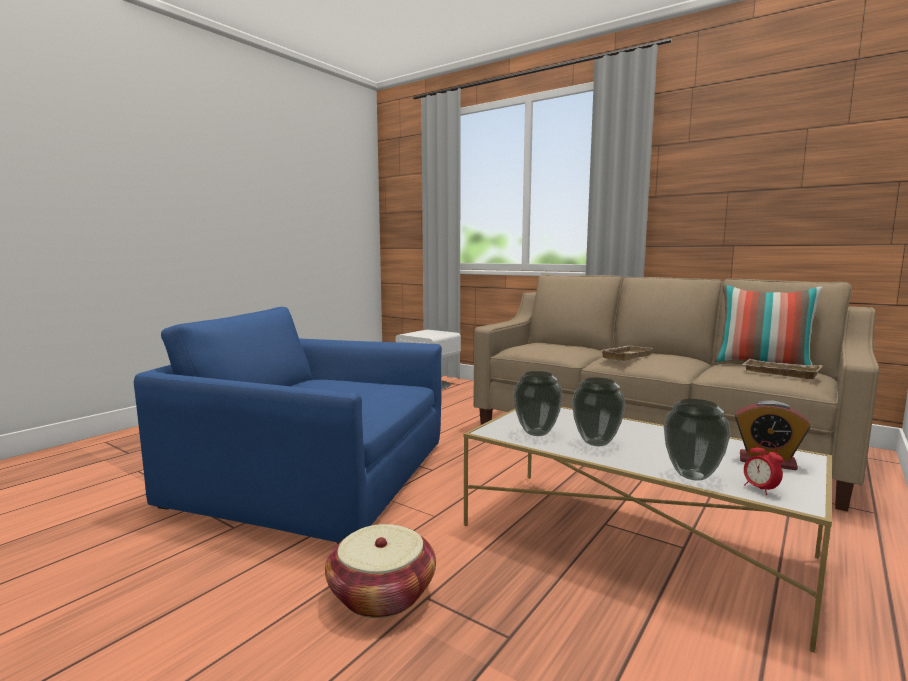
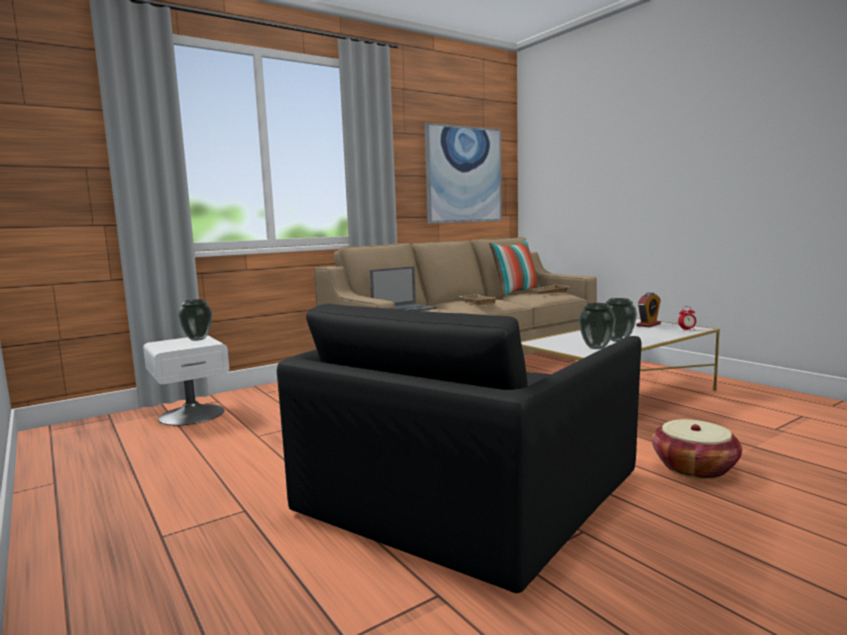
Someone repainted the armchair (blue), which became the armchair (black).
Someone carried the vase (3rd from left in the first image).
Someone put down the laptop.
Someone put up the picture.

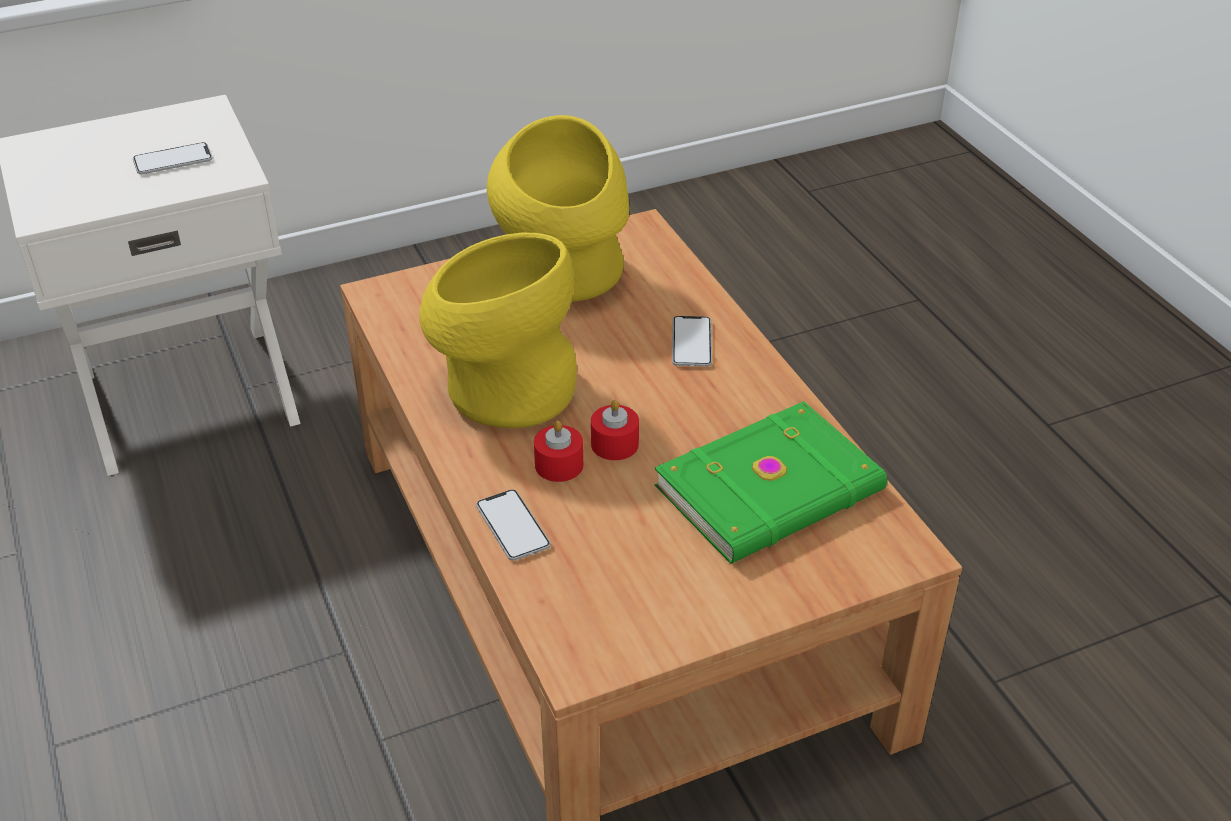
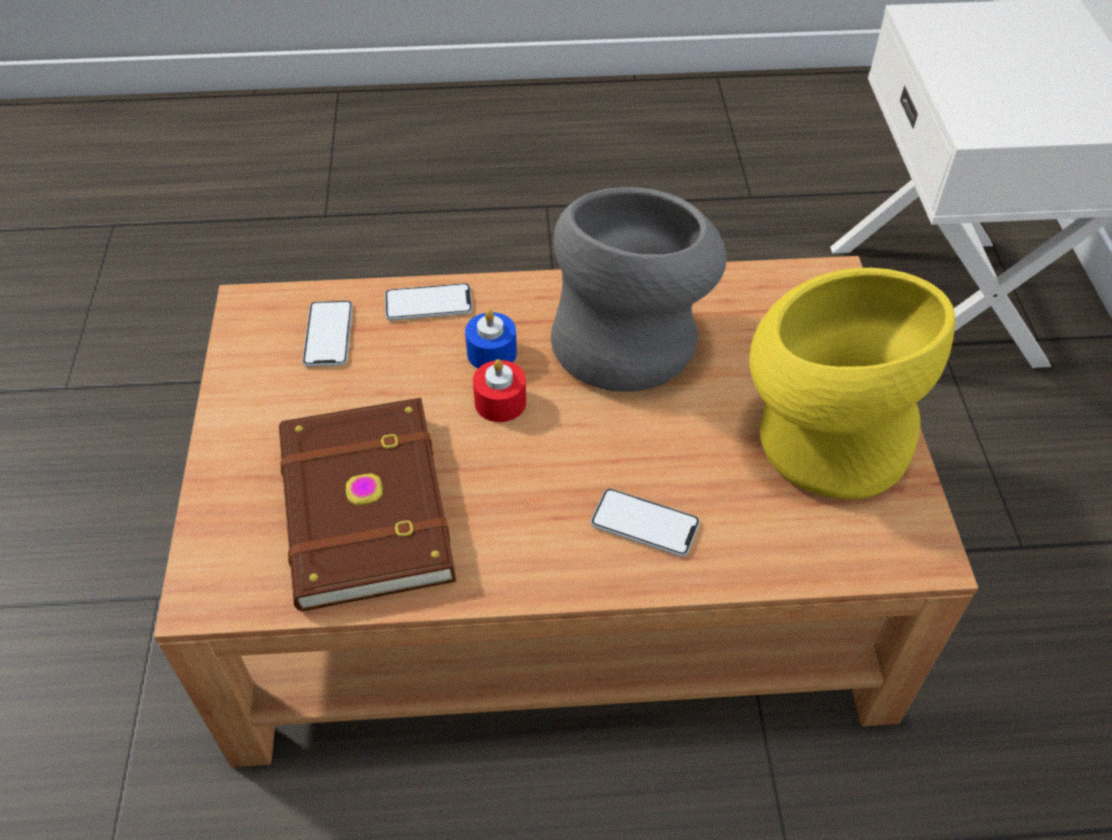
Someone carried the phone (1st from left).
Someone repainted the vase (yellow) (1st from left), which became the vase (grey).
Someone repainted the candle (red) (1st from left), which became the candle (blue).
Someone repainted the book (green), which became the book (brown).

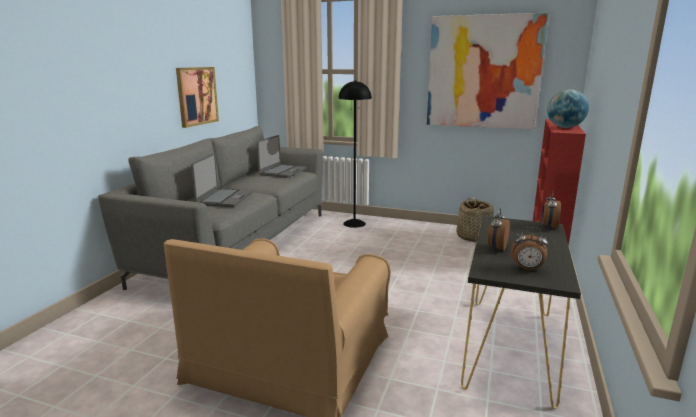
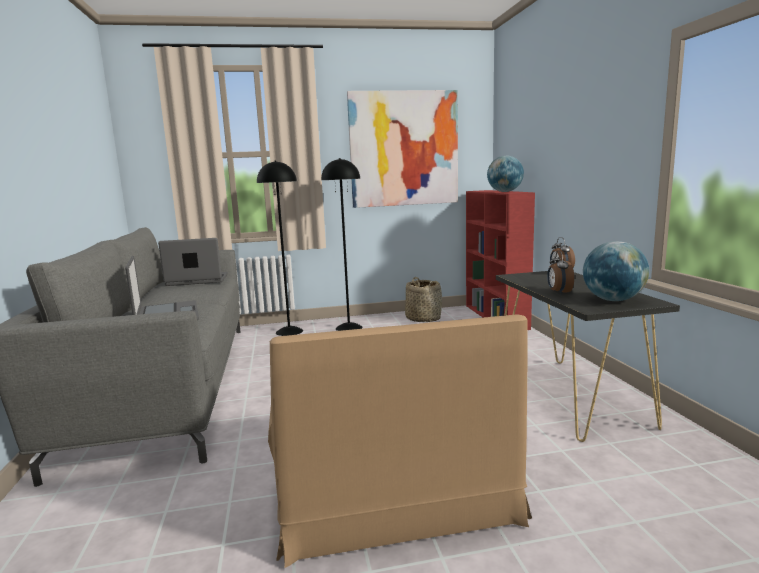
Someone took away the picture (1st from left).
Someone rotated the laptop (2nd from left) by 90 degrees counterclockwise.
Someone swapped the alarm clock (2nd from left) for the globe (2nd from left).
Someone put down the floor lamp (black) (2nd from left).

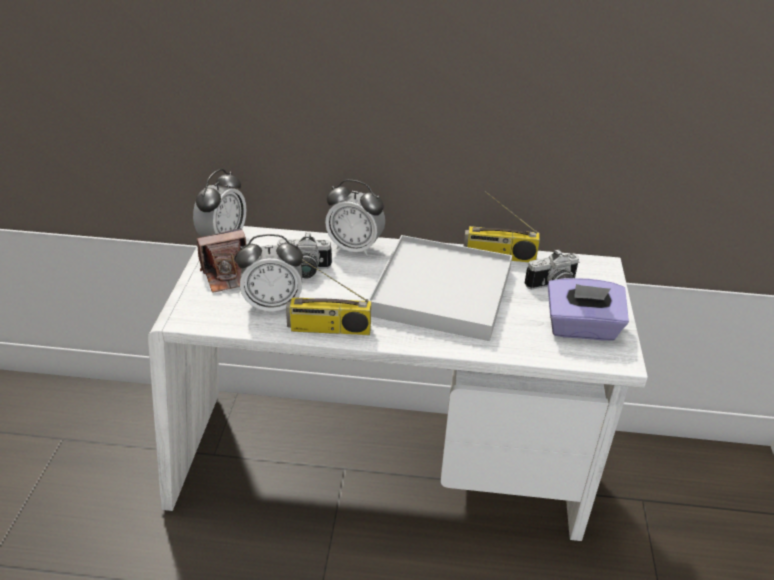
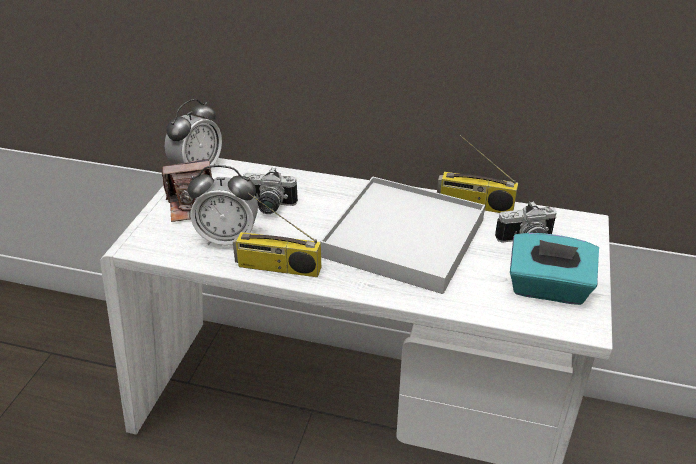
Someone took away the alarm clock (3rd from left).
Someone repainted the tissue box (purple), which became the tissue box (turquoise).

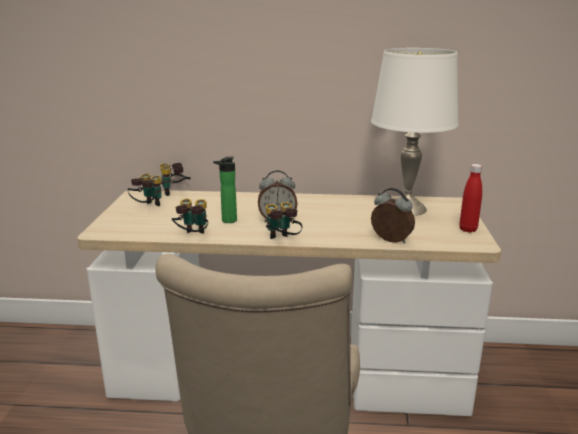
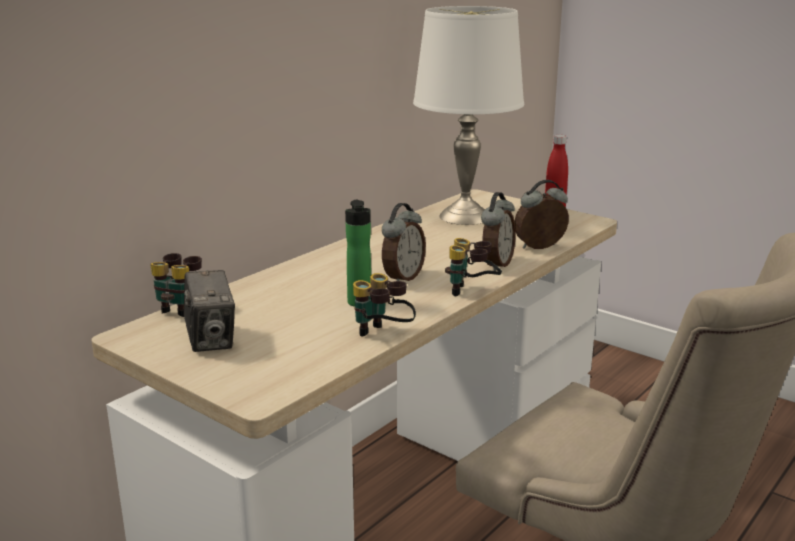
Someone swapped the binoculars (1st from left) for the photo camera.
Someone put down the alarm clock (2nd from left).

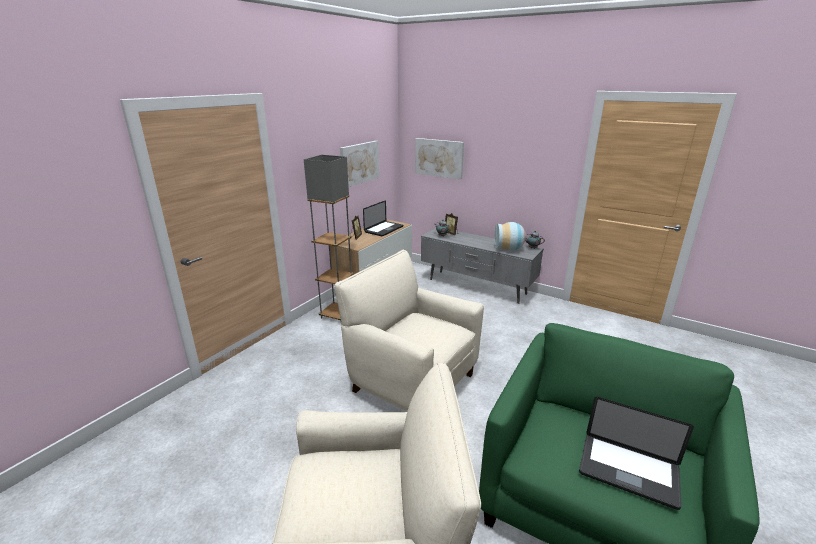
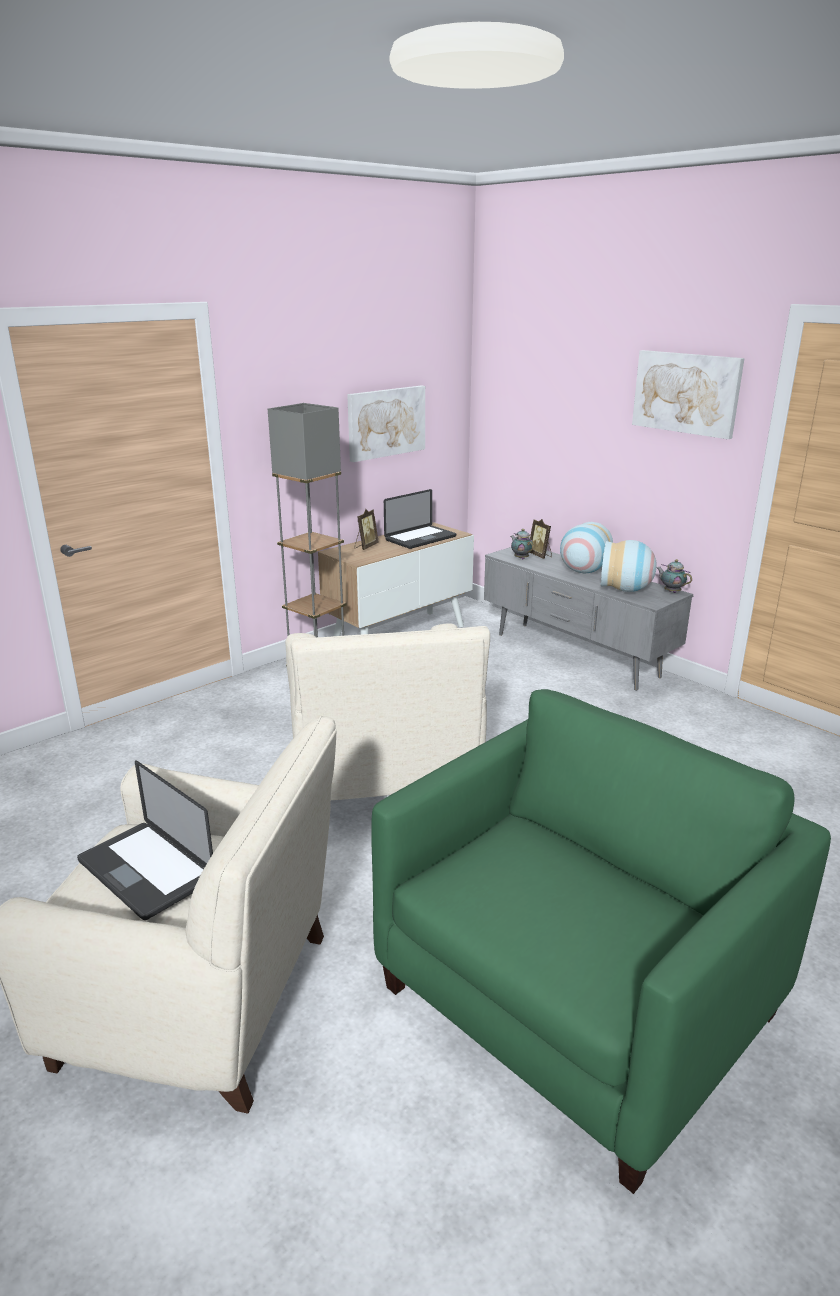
Someone rotated the armchair (beige) (2nd from left) by 150 degrees counterclockwise.
Someone carried the picture (2nd from left).
Someone carried the laptop (2nd from left in the first image).
Someone put down the vase (1st from left).

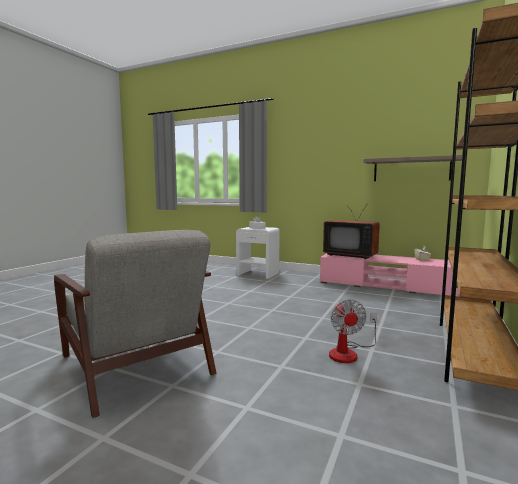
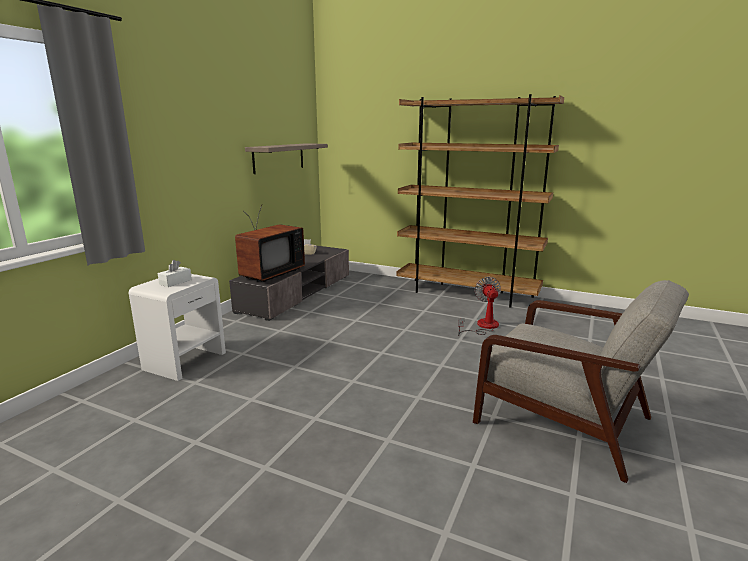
Someone rotated the armchair (grey) by 75 degrees clockwise.
Someone repainted the tv stand (pink), which became the tv stand (grey).
Someone rotated the fan by 90 degrees counterclockwise.

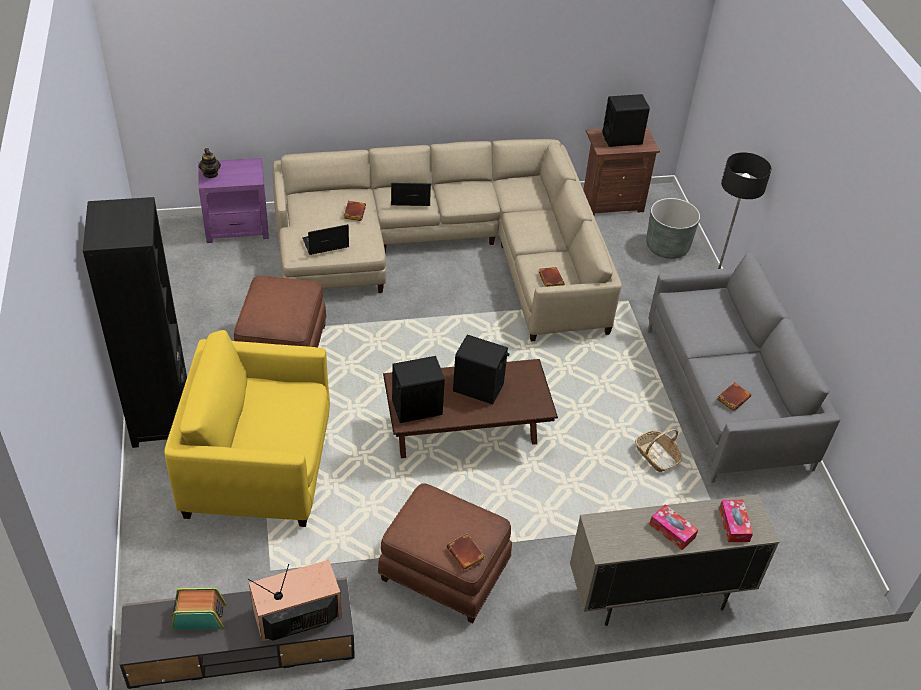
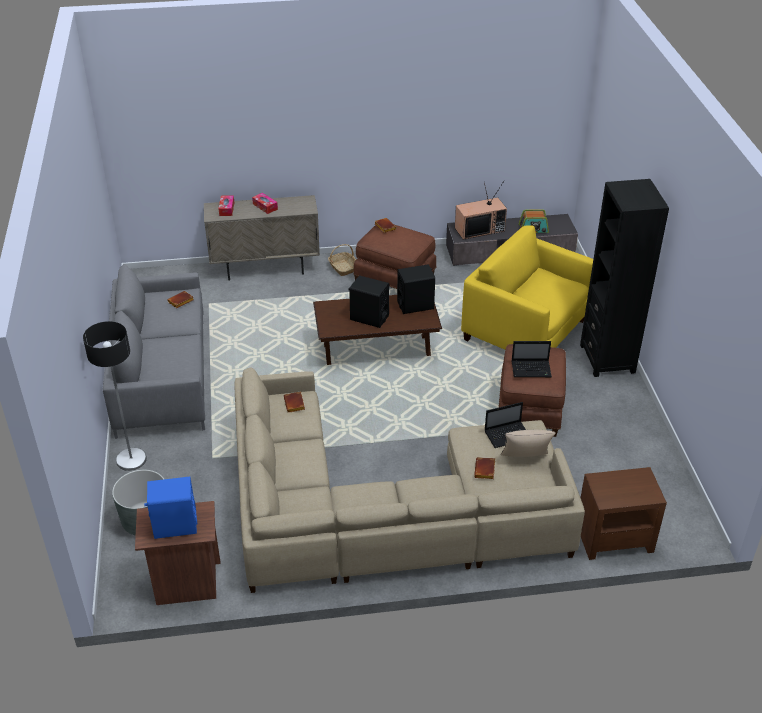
Someone rotated the armchair (yellow) by 150 degrees counterclockwise.
Someone repainted the side table (purple), which became the side table (brown).
Someone took away the teapot.
Someone carried the laptop (2nd from left).
Someone repainted the speaker (black) (3rd from left), which became the speaker (blue).
Someone carried the basket.
Someone put down the pillow (beige).

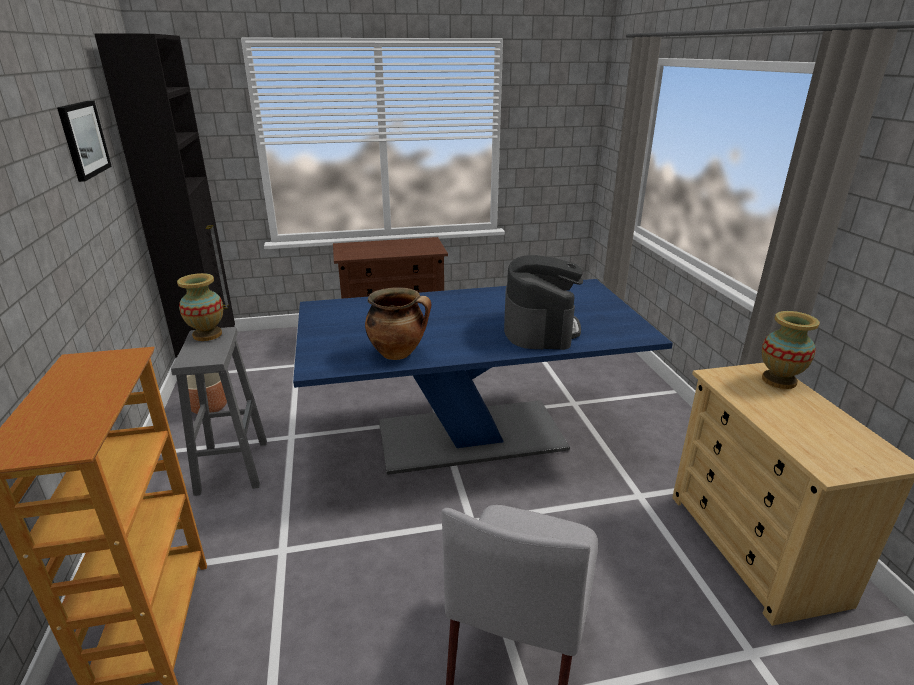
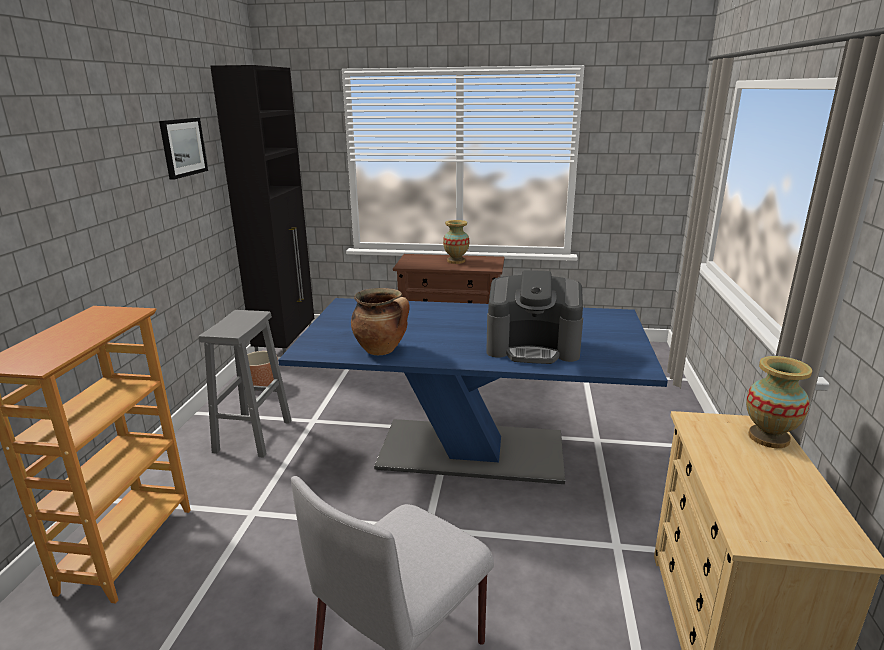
Someone carried the vase (1st from left).
Someone rotated the coffee machine by 75 degrees clockwise.

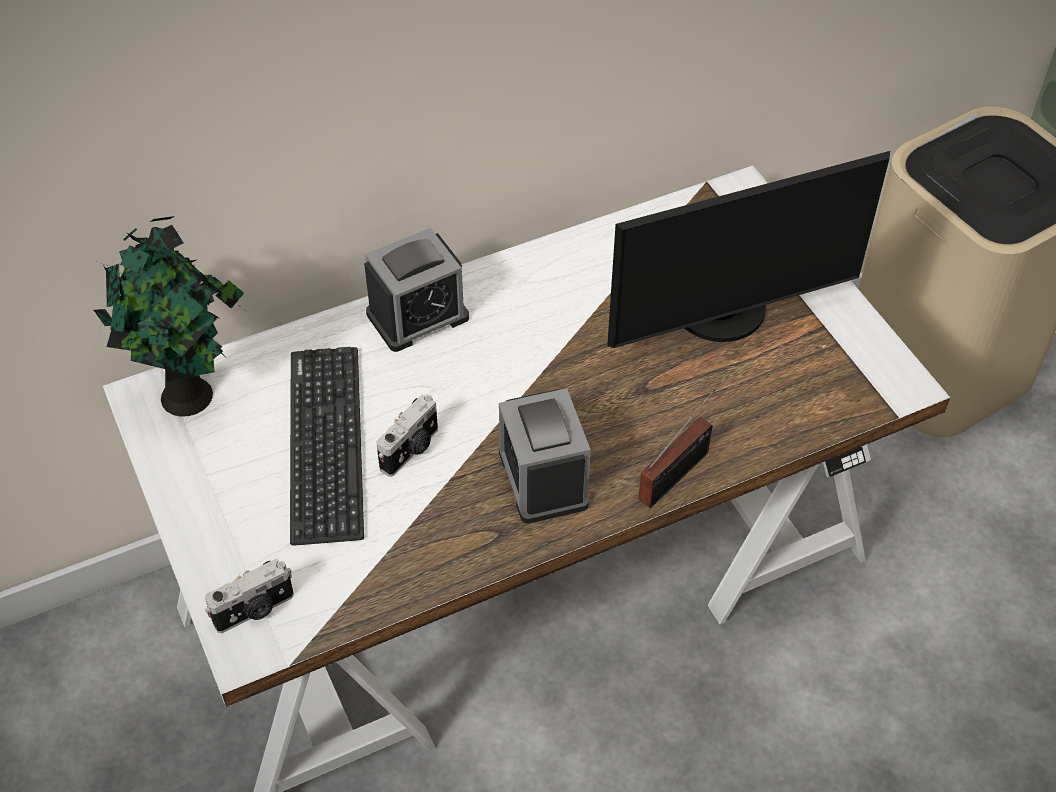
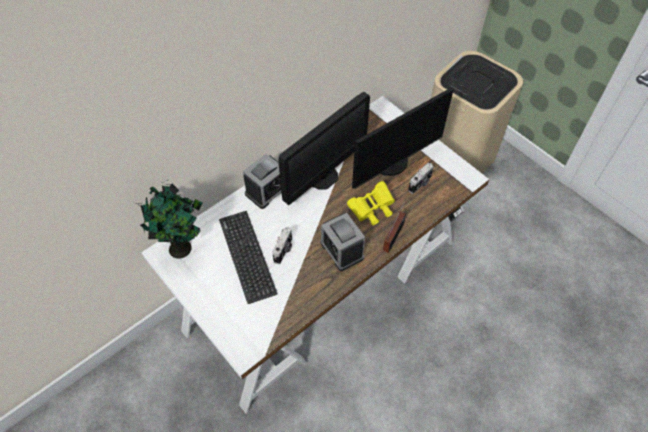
Someone carried the photo camera (1st from left in the first image).
Someone put down the monitor (1st from left).
Someone put down the binoculars (yellow).

